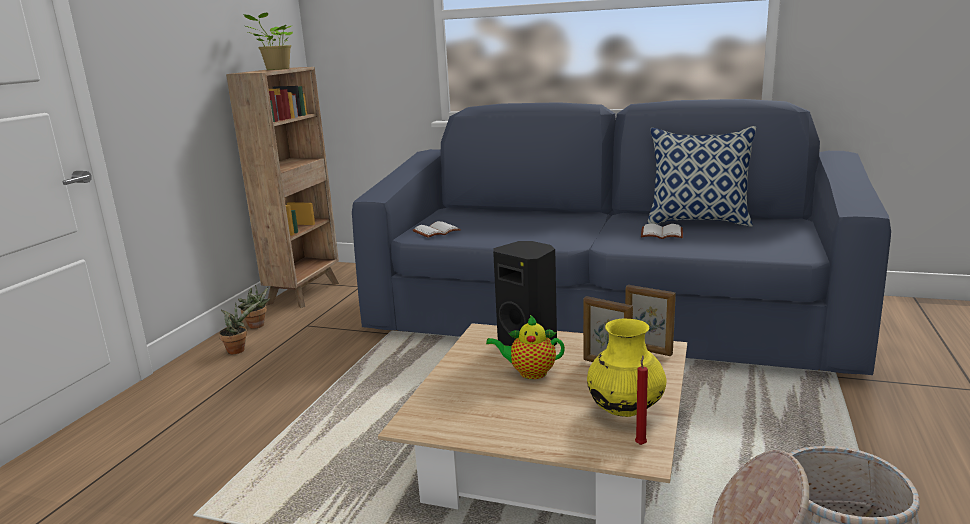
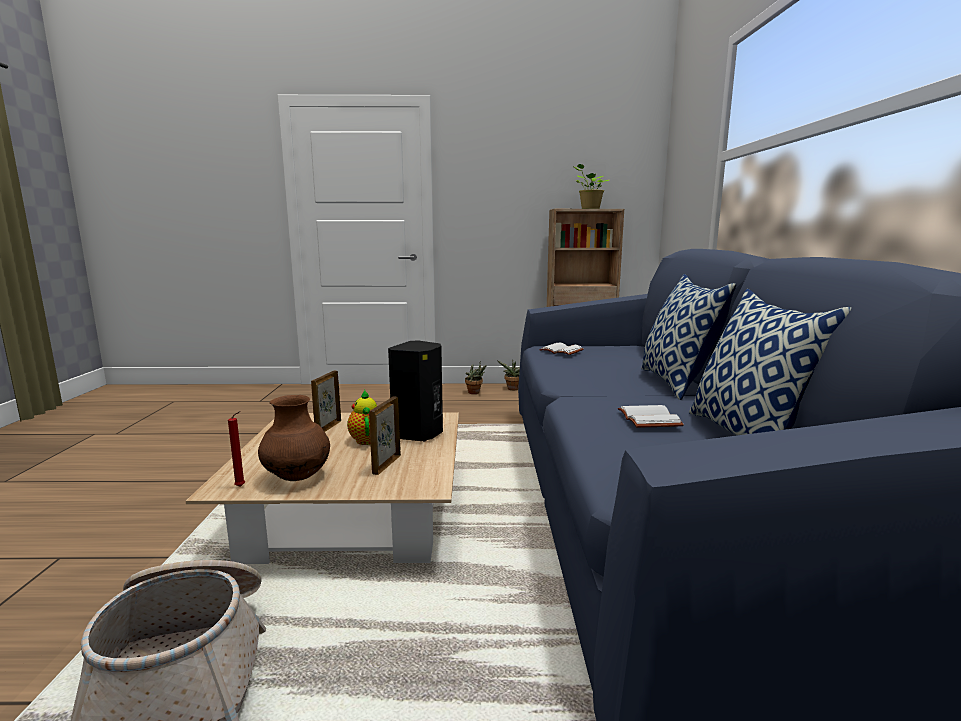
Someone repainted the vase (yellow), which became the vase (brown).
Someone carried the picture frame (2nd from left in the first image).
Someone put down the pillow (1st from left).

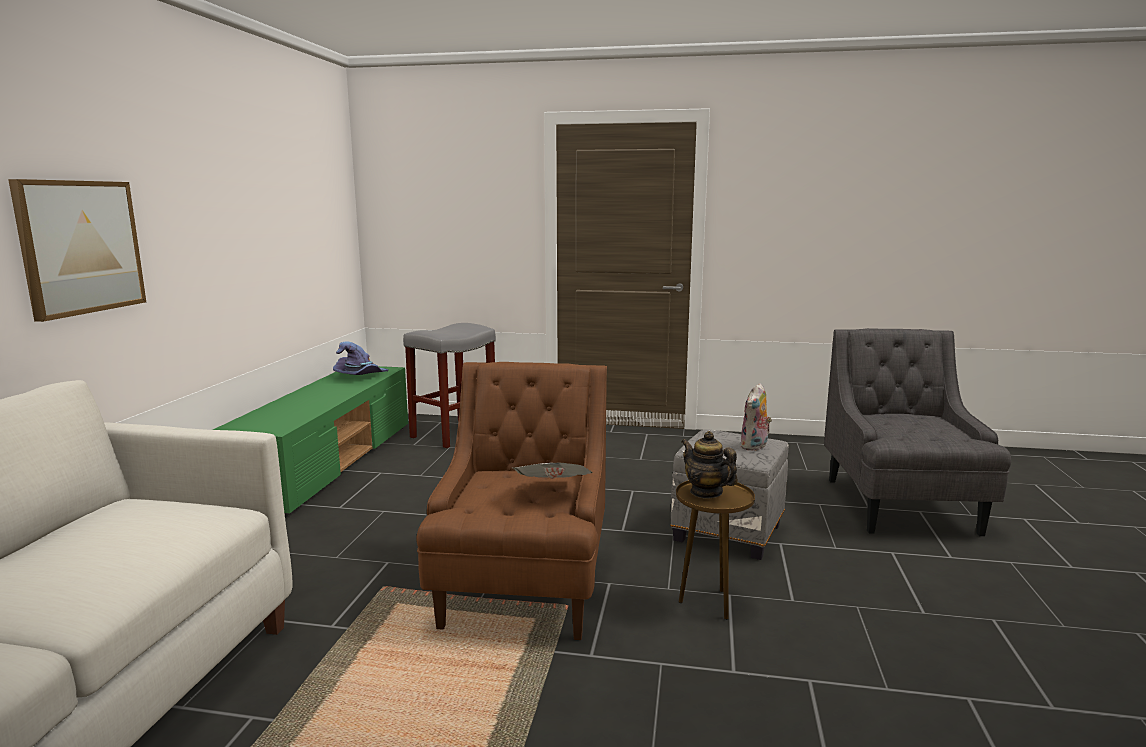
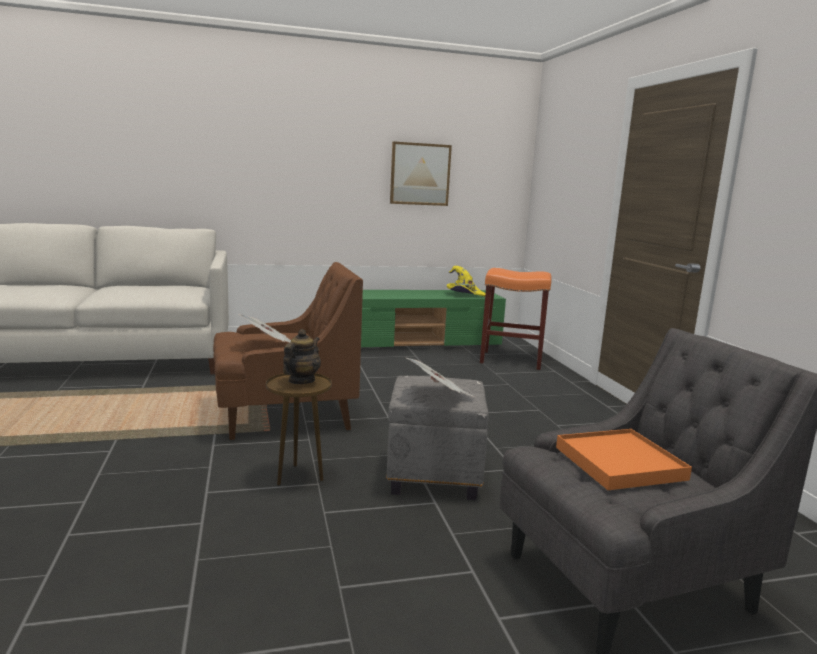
Someone carried the picture.
Someone repainted the hat (purple), which became the hat (yellow).
Someone repainted the stool (grey), which became the stool (orange).
Someone swapped the plush toy for the newspaper (2nd from left).
Someone put down the tray (orange).

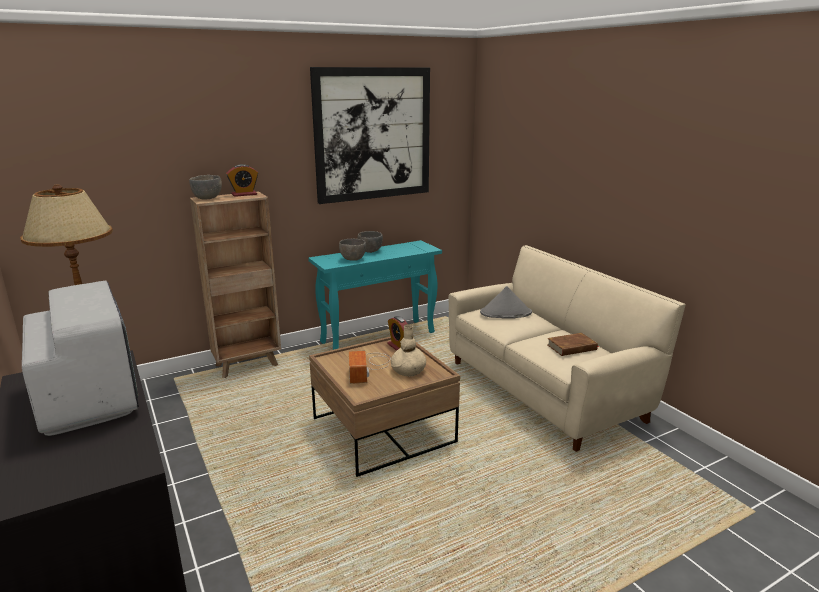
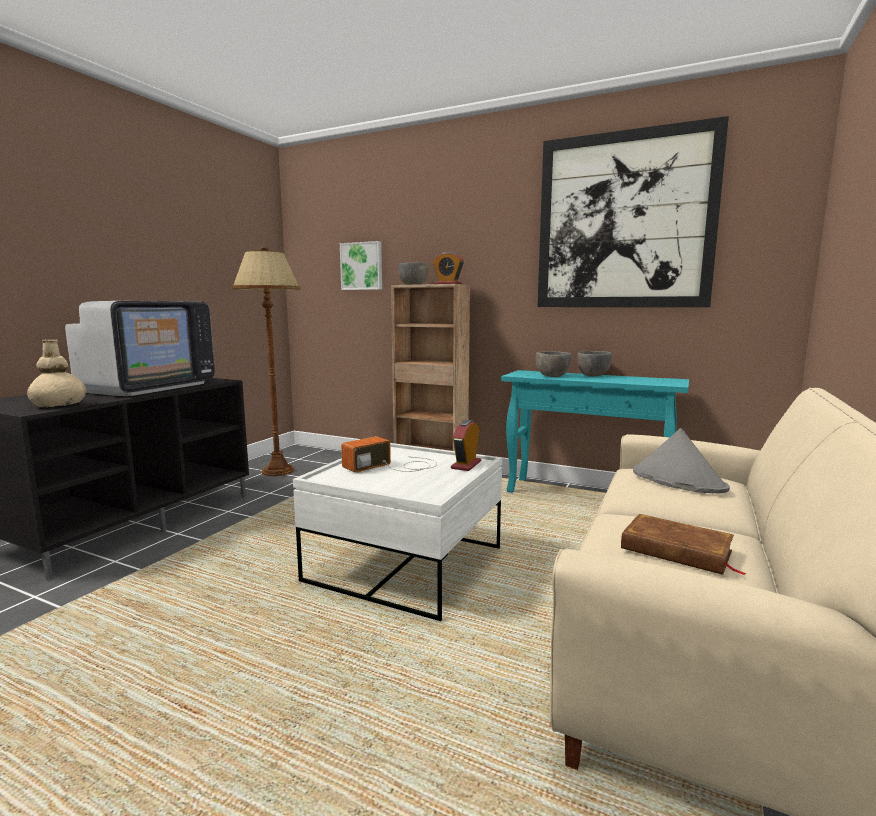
Someone repainted the coffee table (brown), which became the coffee table (white).
Someone carried the vase (beige).
Someone put up the picture (1st from left).

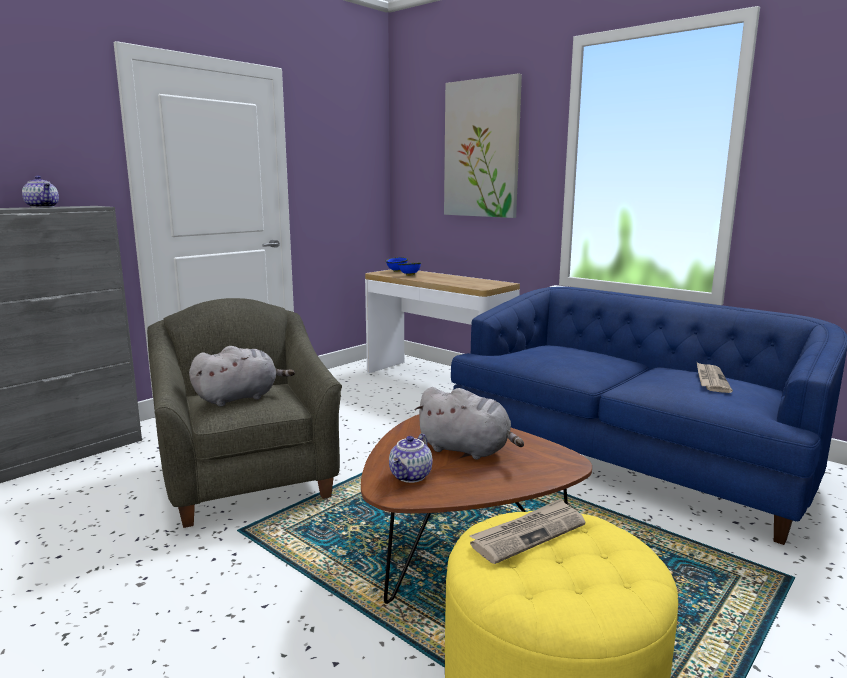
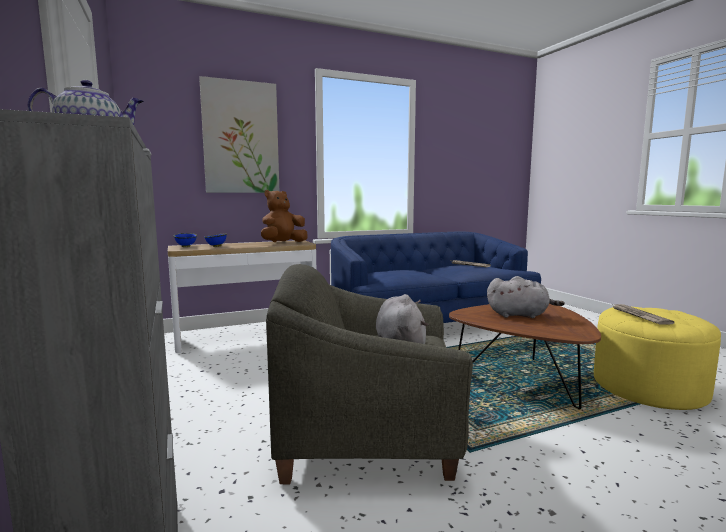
Someone took away the teapot (2nd from left).
Someone rotated the plush toy (grey) (2nd from left) by 45 degrees clockwise.
Someone put down the plush toy (brown).

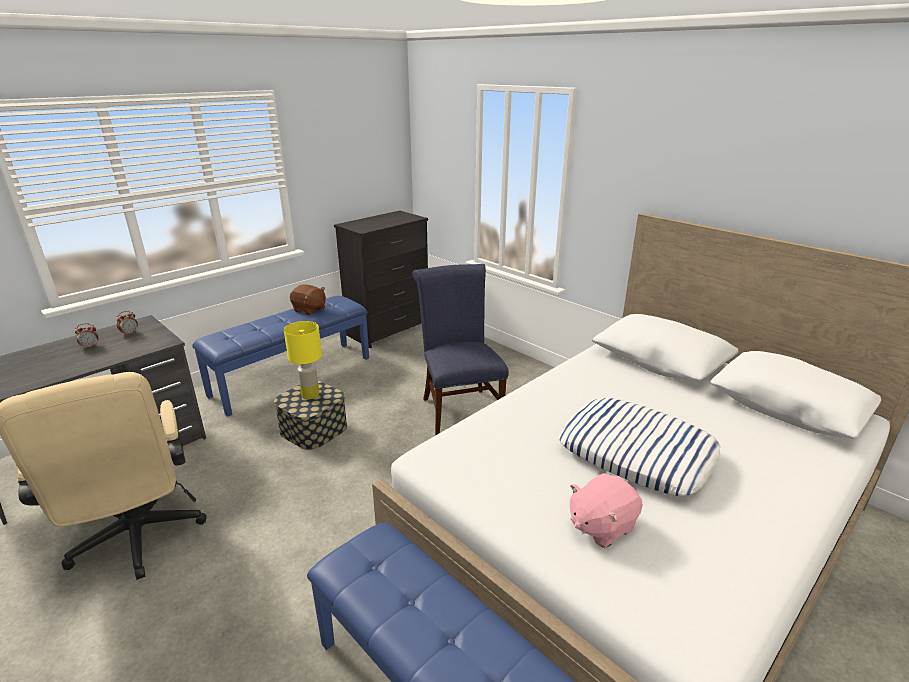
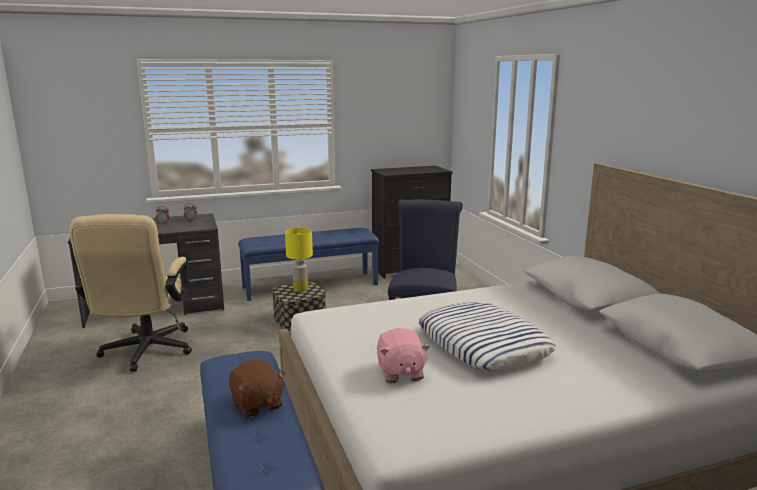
Someone carried the plush toy (brown).
Someone rotated the plush toy (pink) by 90 degrees counterclockwise.

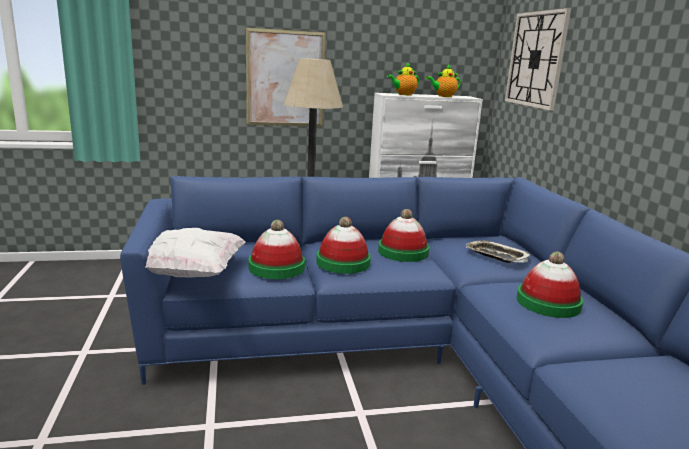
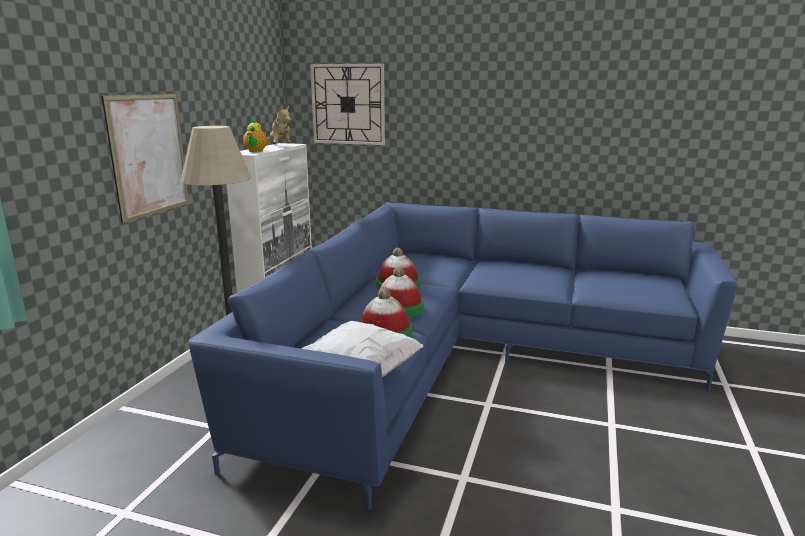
Someone swapped the teapot (2nd from left) for the plush toy.
Someone took away the tray.
Someone took away the hat (4th from left).

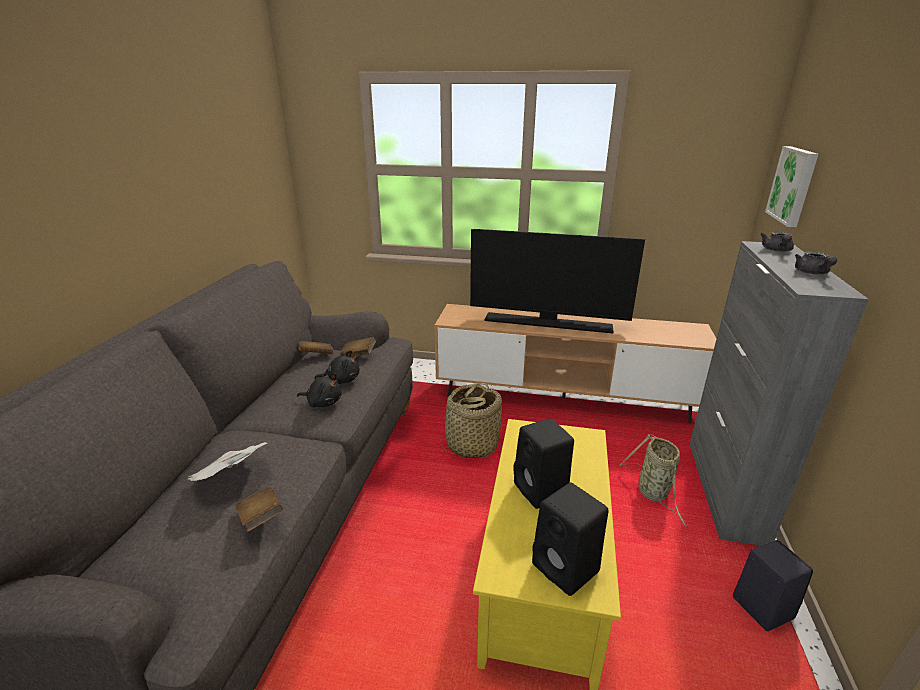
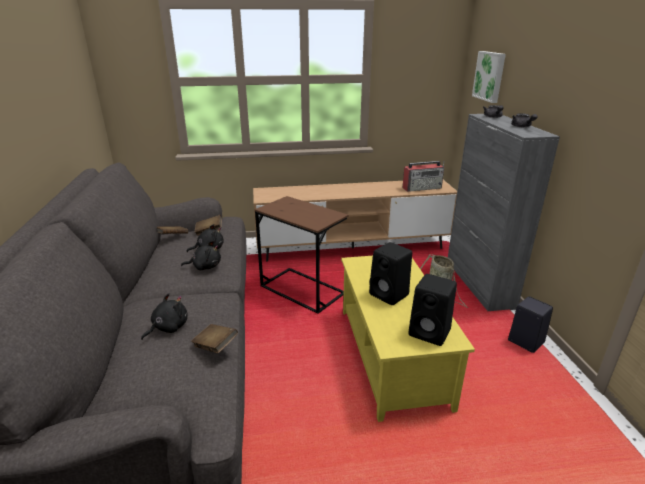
Someone swapped the newspaper for the plush toy (black) (1st from left).
Someone swapped the basket (1st from left) for the side table (brown).
Someone took away the television.
Someone put down the radio.

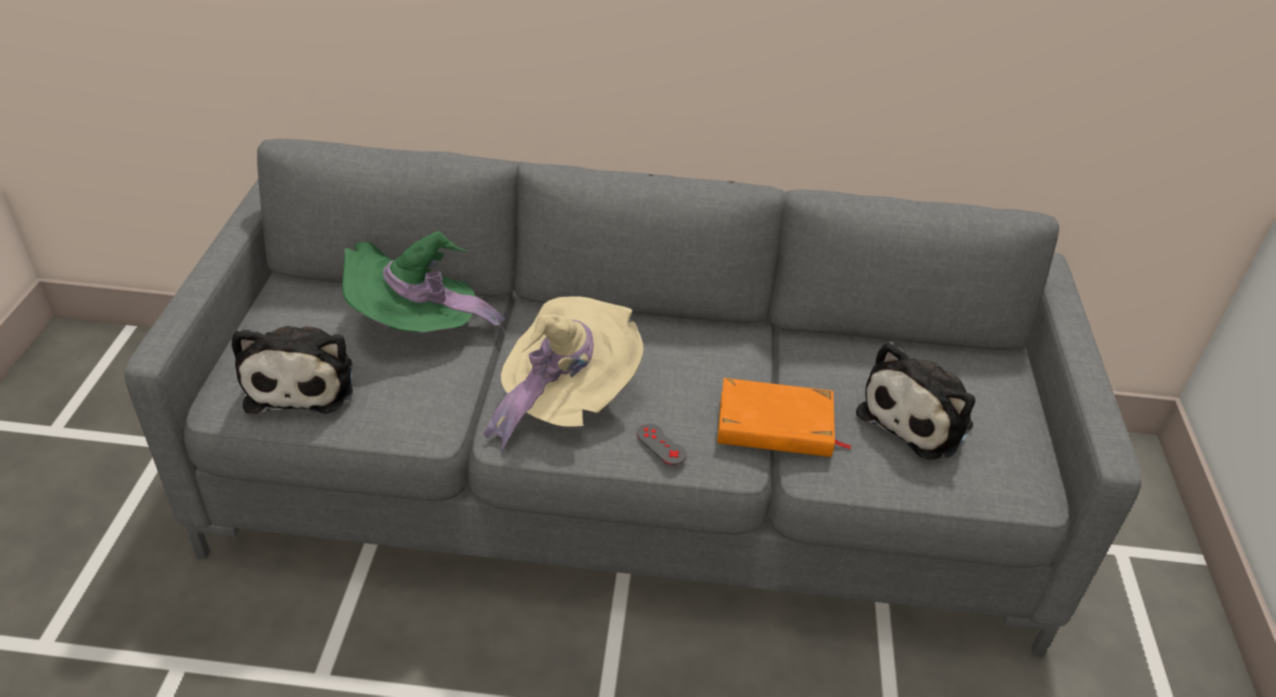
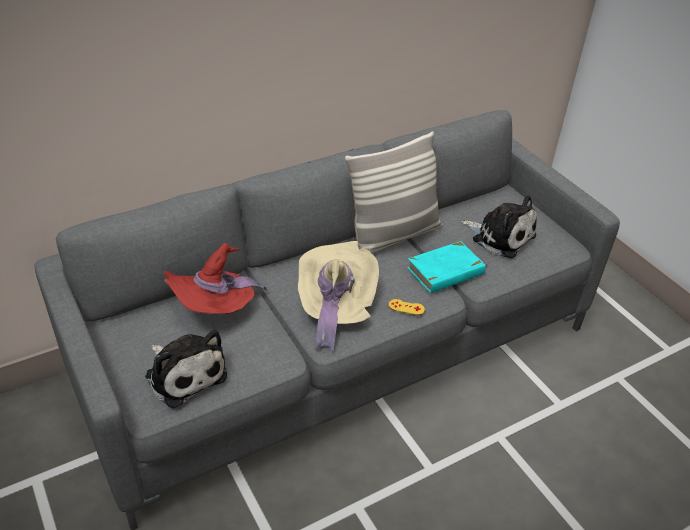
Someone repainted the hat (green), which became the hat (red).
Someone repainted the game controller (grey), which became the game controller (yellow).
Someone repainted the book (orange), which became the book (turquoise).
Someone rotated the plush toy (2nd from left) by 60 degrees counterclockwise.
Someone put down the pillow.

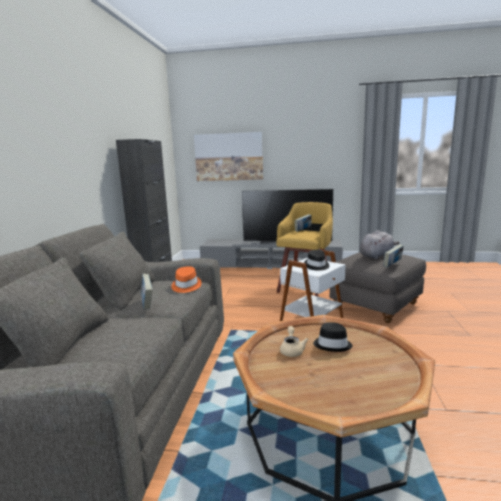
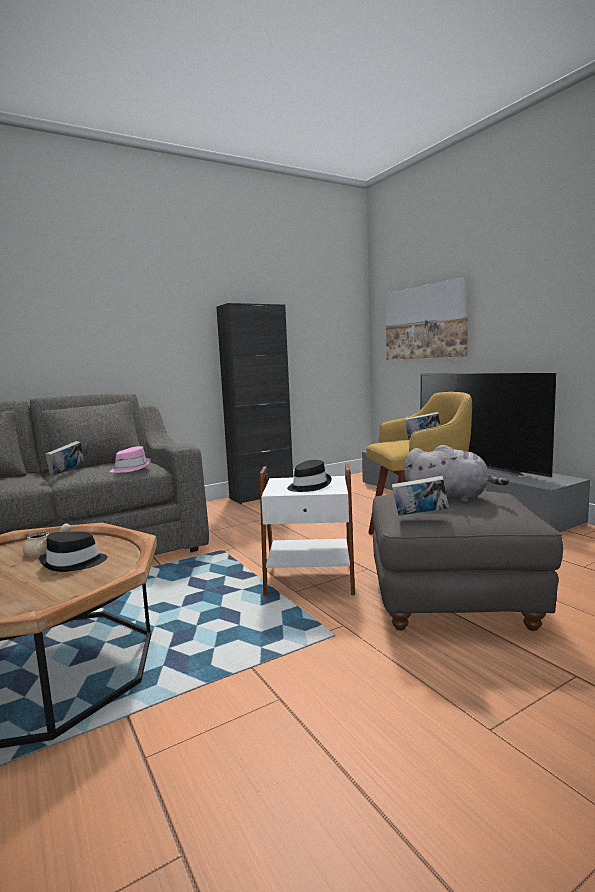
Someone repainted the hat (orange), which became the hat (pink).

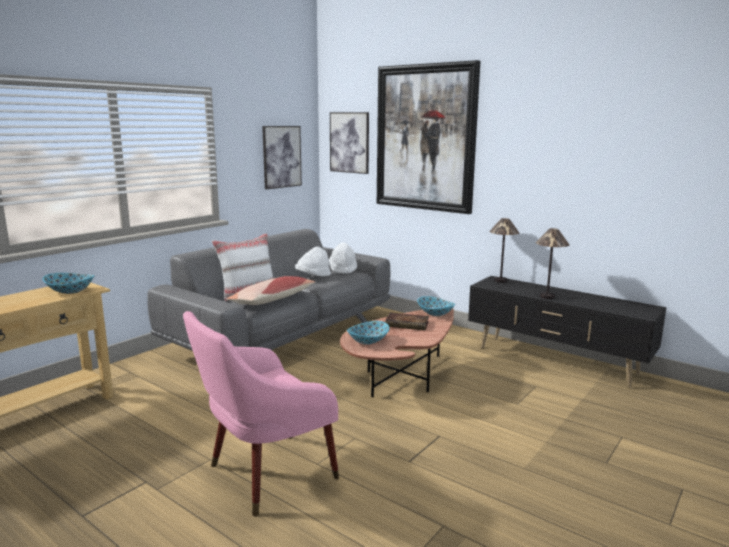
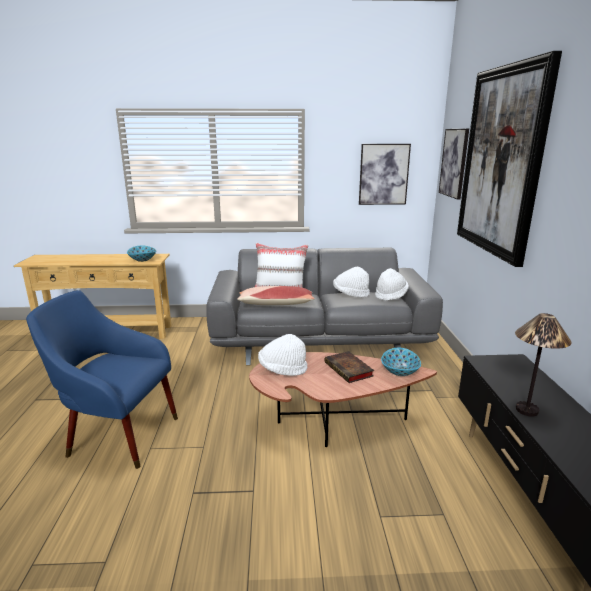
Someone repainted the armchair (pink), which became the armchair (blue).
Someone swapped the bowl (2nd from left) for the hat (white) (1st from left).
Someone took away the table lamp (1st from left).

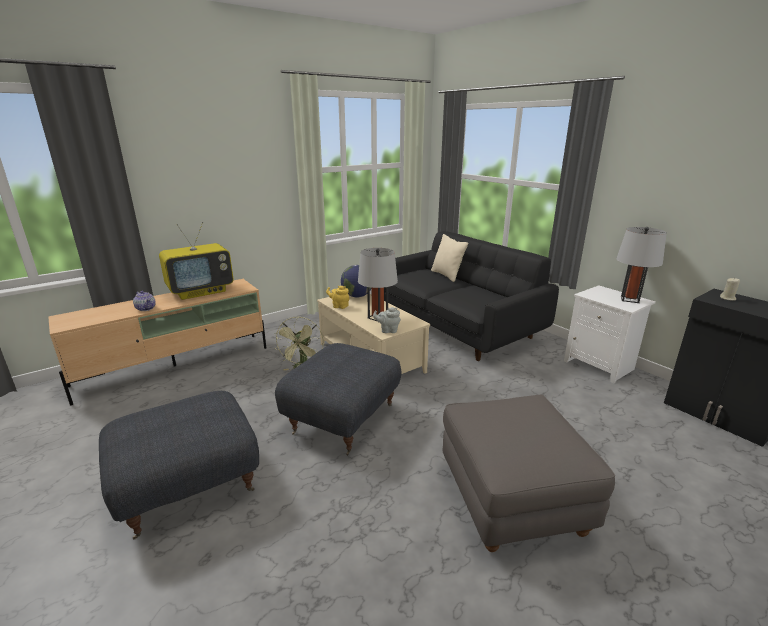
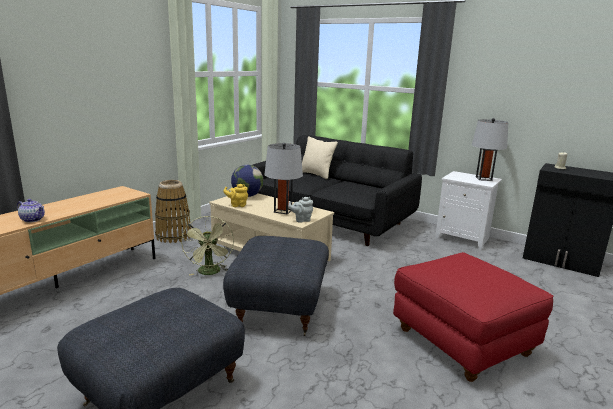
Someone took away the television.
Someone repainted the ottoman (grey) (3rd from left), which became the ottoman (red).
Someone put down the basket.

